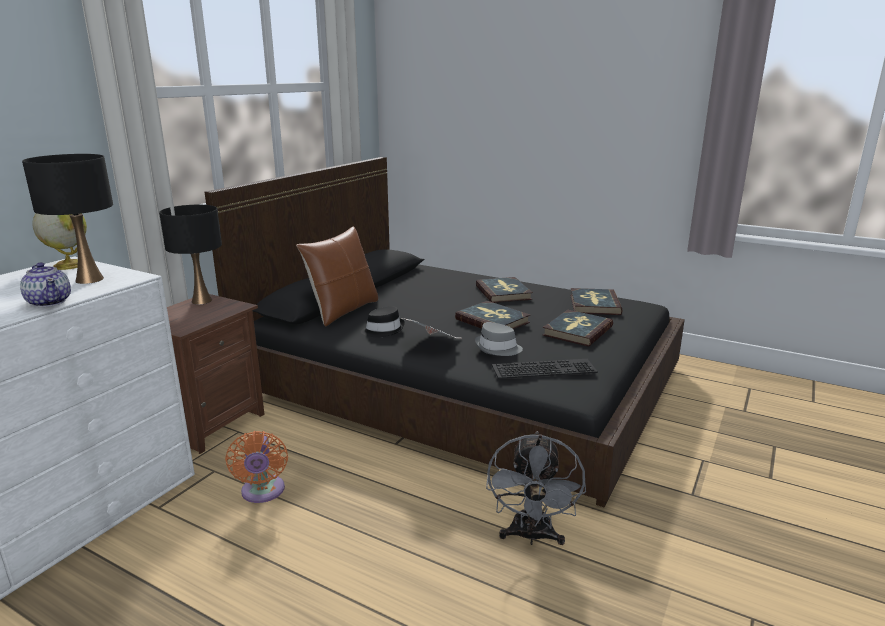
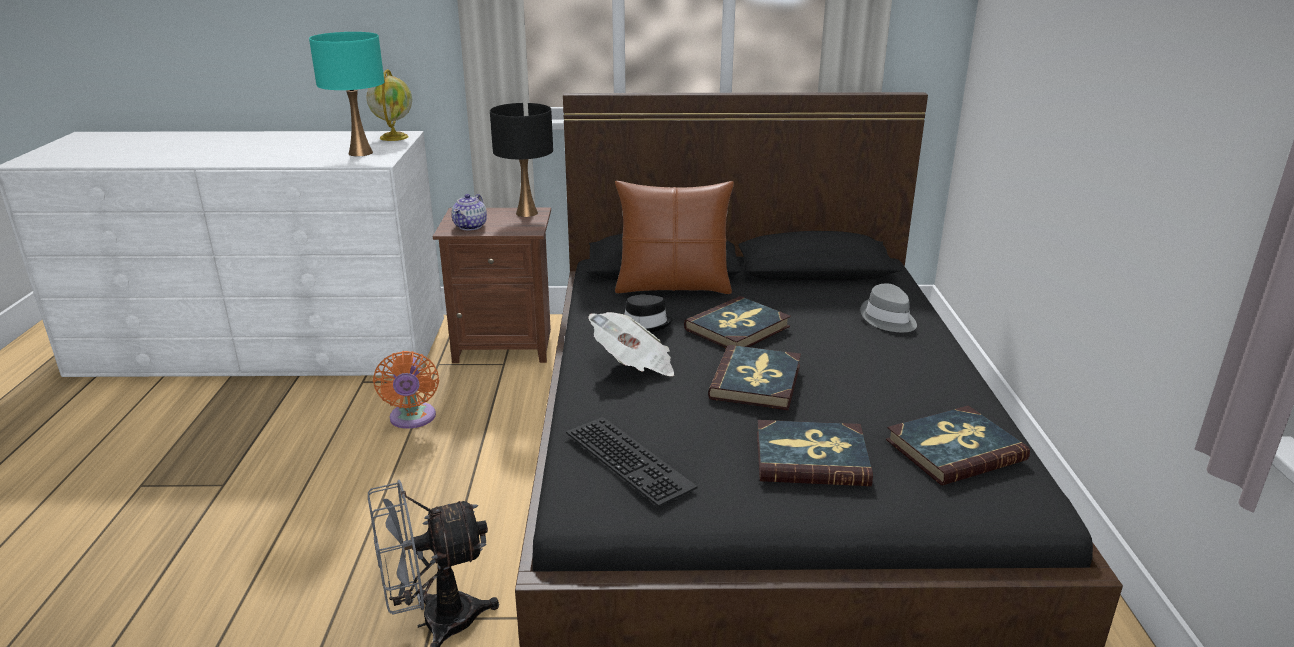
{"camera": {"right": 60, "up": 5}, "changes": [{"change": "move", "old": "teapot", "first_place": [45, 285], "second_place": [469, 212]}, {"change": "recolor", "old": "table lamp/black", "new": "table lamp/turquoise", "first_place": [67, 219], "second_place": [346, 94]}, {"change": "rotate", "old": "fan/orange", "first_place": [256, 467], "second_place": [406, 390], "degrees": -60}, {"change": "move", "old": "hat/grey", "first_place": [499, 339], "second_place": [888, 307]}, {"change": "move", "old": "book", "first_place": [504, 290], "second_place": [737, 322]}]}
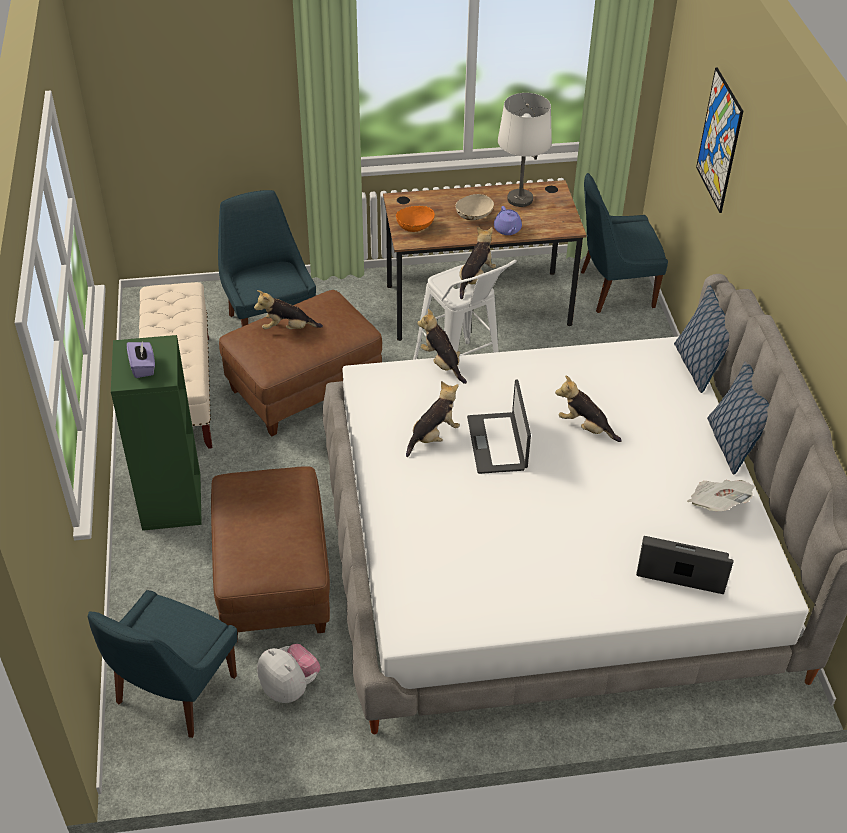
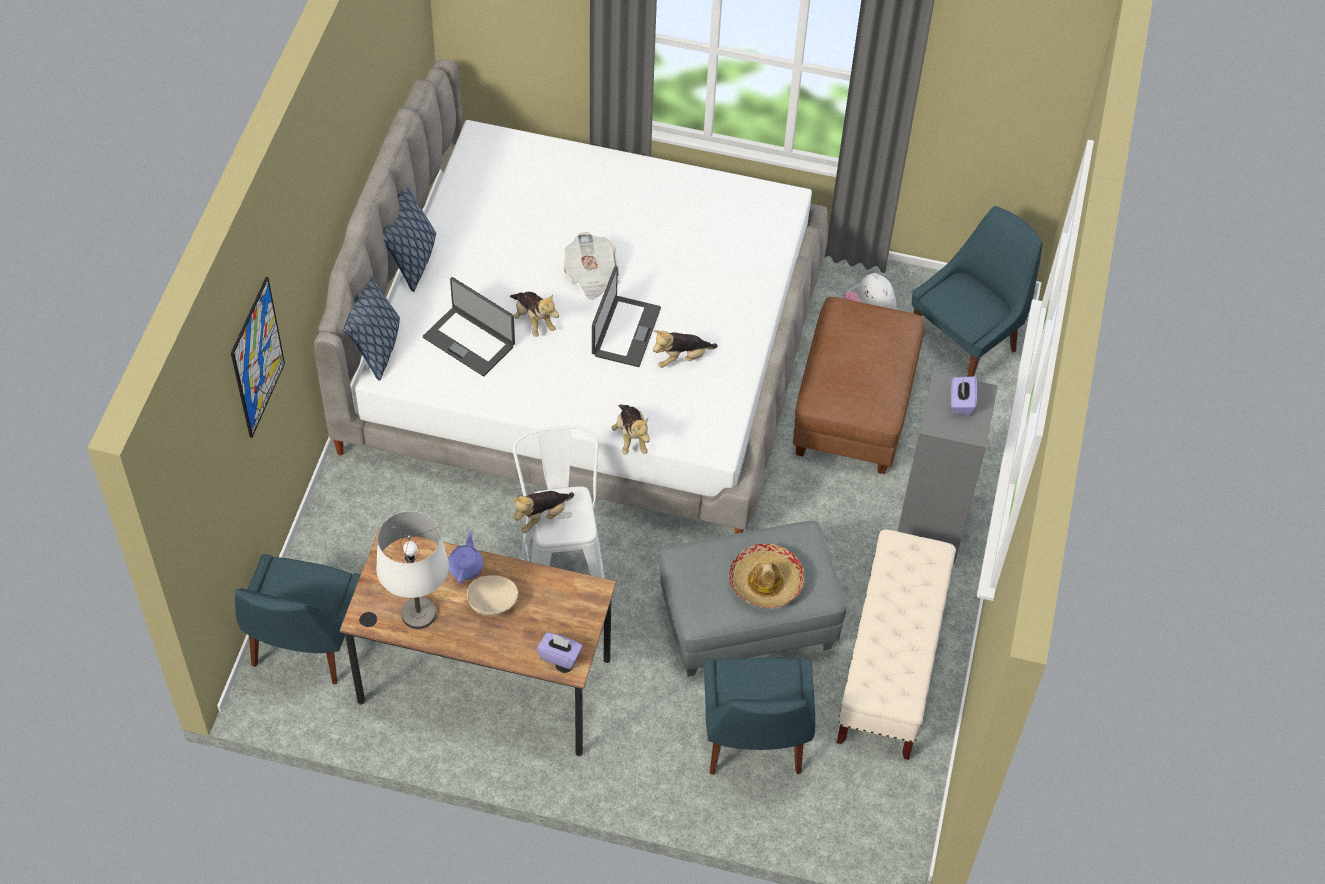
{"camera": {"right": -160, "up": 10}, "changes": [{"change": "recolor", "old": "bookcase/green", "new": "bookcase/grey", "first_place": [156, 433], "second_place": [947, 468]}, {"change": "recolor", "old": "ottoman/brown", "new": "ottoman/grey", "first_place": [300, 363], "second_place": [752, 598]}, {"change": "replace", "old": "plush toy", "new": "hat", "first_place": [288, 309], "second_place": [767, 576]}, {"change": "delete", "old": "bowl/orange", "first_place": [415, 219]}, {"change": "rotate", "old": "chair/blue", "first_place": [624, 243], "second_place": [298, 619], "degrees": 90}, {"change": "move", "old": "laptop", "first_place": [685, 565], "second_place": [469, 326]}, {"change": "move", "old": "newspaper", "first_place": [721, 495], "second_place": [591, 266]}, {"change": "insert", "new": "tissue box/purple", "second_place": [560, 650]}]}
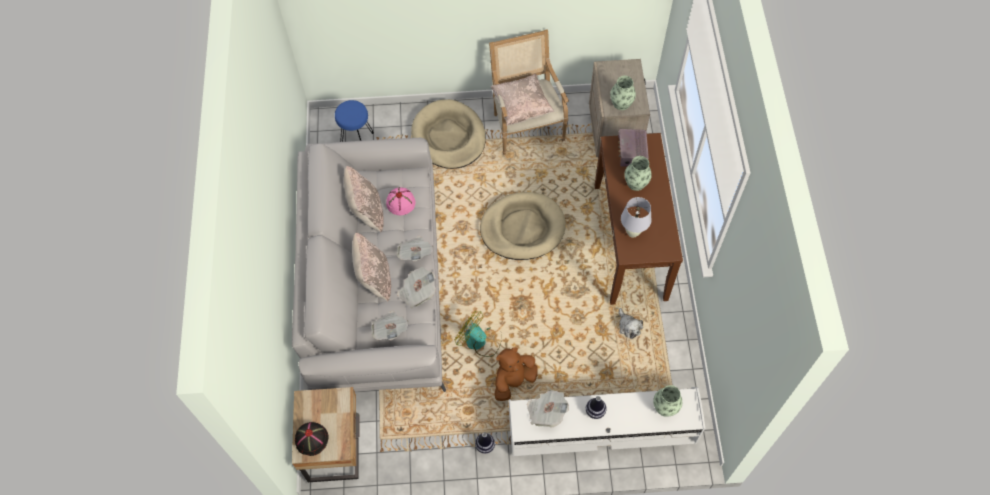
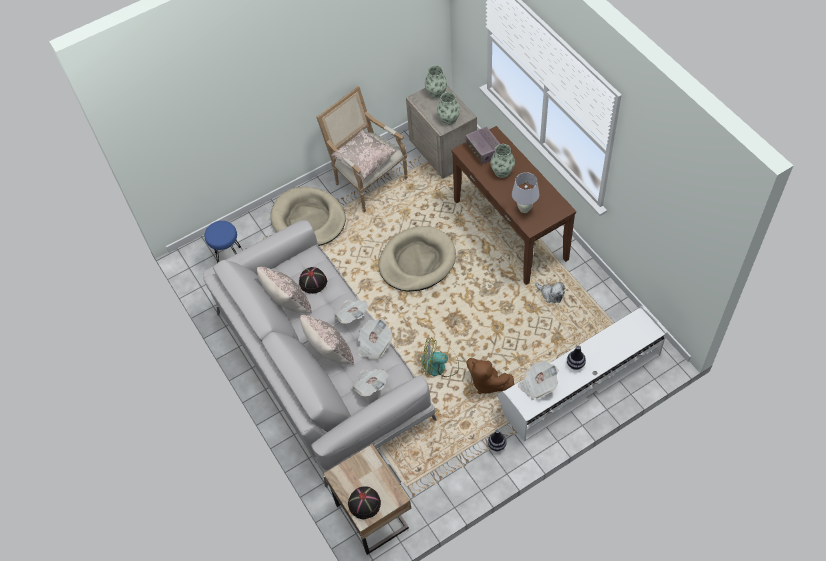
{"camera": {"right": -25, "up": -5}, "changes": [{"change": "recolor", "old": "hat/pink", "new": "hat/black", "first_place": [400, 201], "second_place": [313, 280]}, {"change": "rotate", "old": "plush toy/brown", "first_place": [516, 374], "second_place": [490, 376], "degrees": -75}, {"change": "move", "old": "vase", "first_place": [667, 401], "second_place": [436, 81]}]}
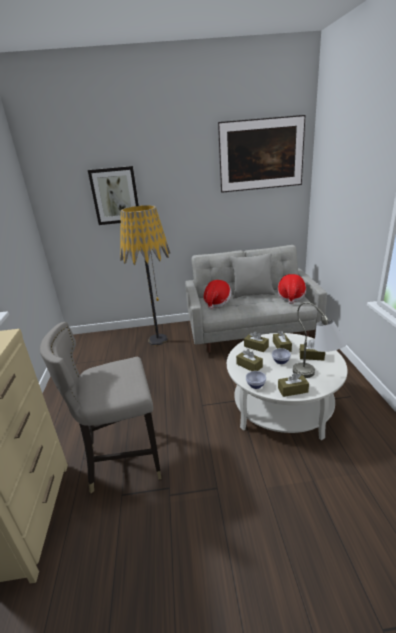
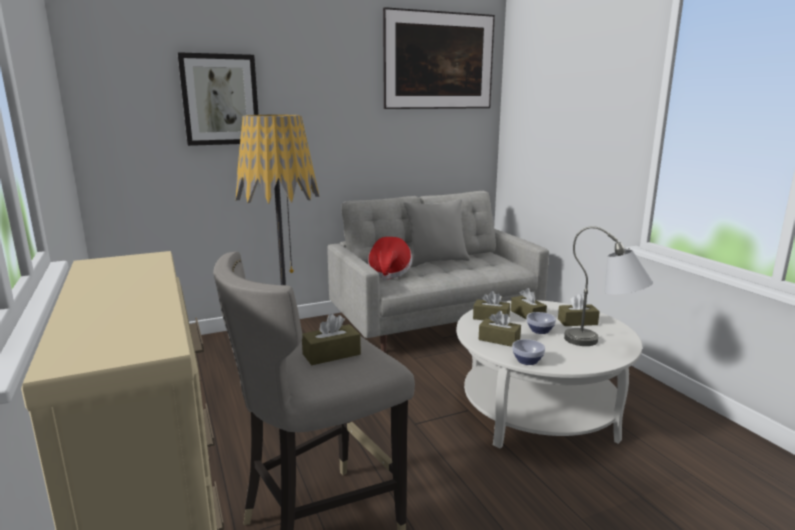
{"camera": {"right": -20, "up": -10}, "changes": [{"change": "delete", "old": "hat", "first_place": [291, 289]}, {"change": "move", "old": "tissue box/brown", "first_place": [293, 385], "second_place": [331, 339]}]}
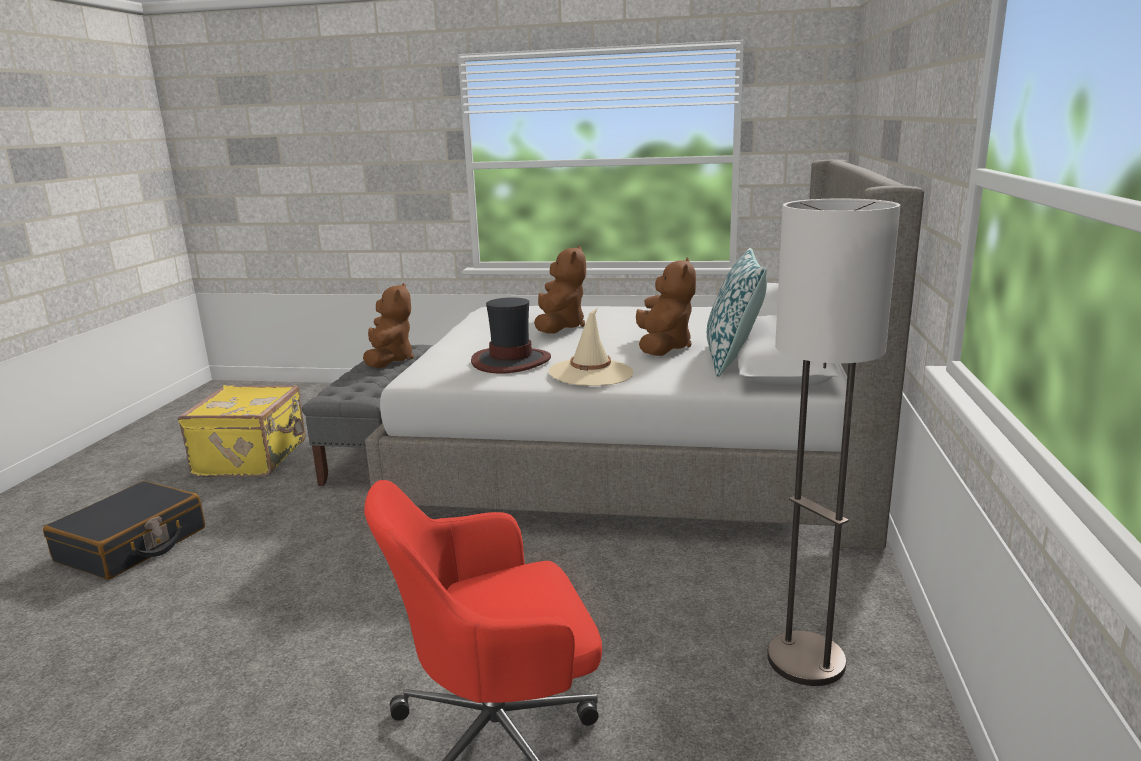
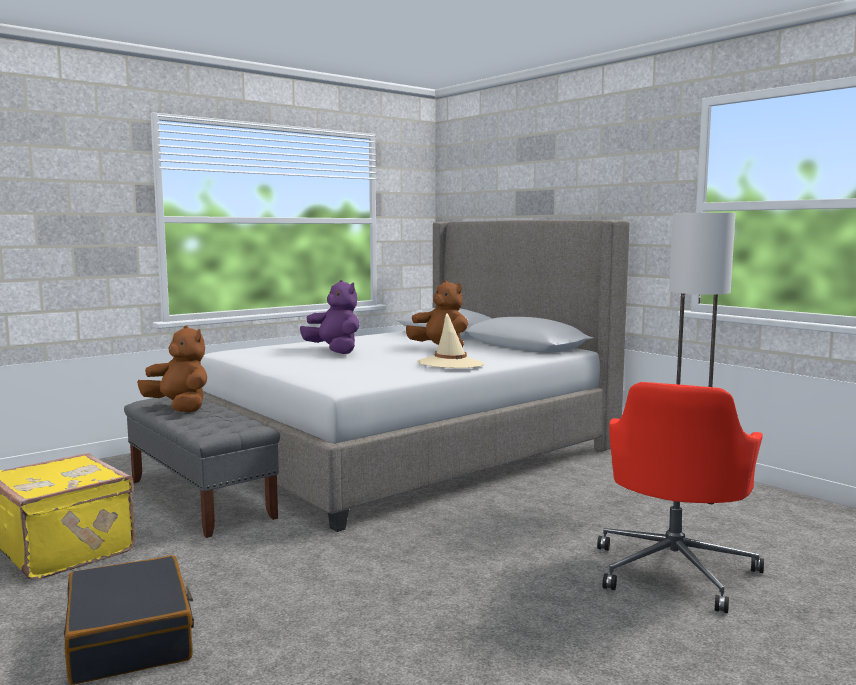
{"camera": {"right": -50, "up": -10}, "changes": [{"change": "delete", "old": "hat", "first_place": [511, 335]}, {"change": "recolor", "old": "plush toy/brown", "new": "plush toy/purple", "first_place": [560, 289], "second_place": [329, 317]}, {"change": "delete", "old": "pillow", "first_place": [737, 312]}]}
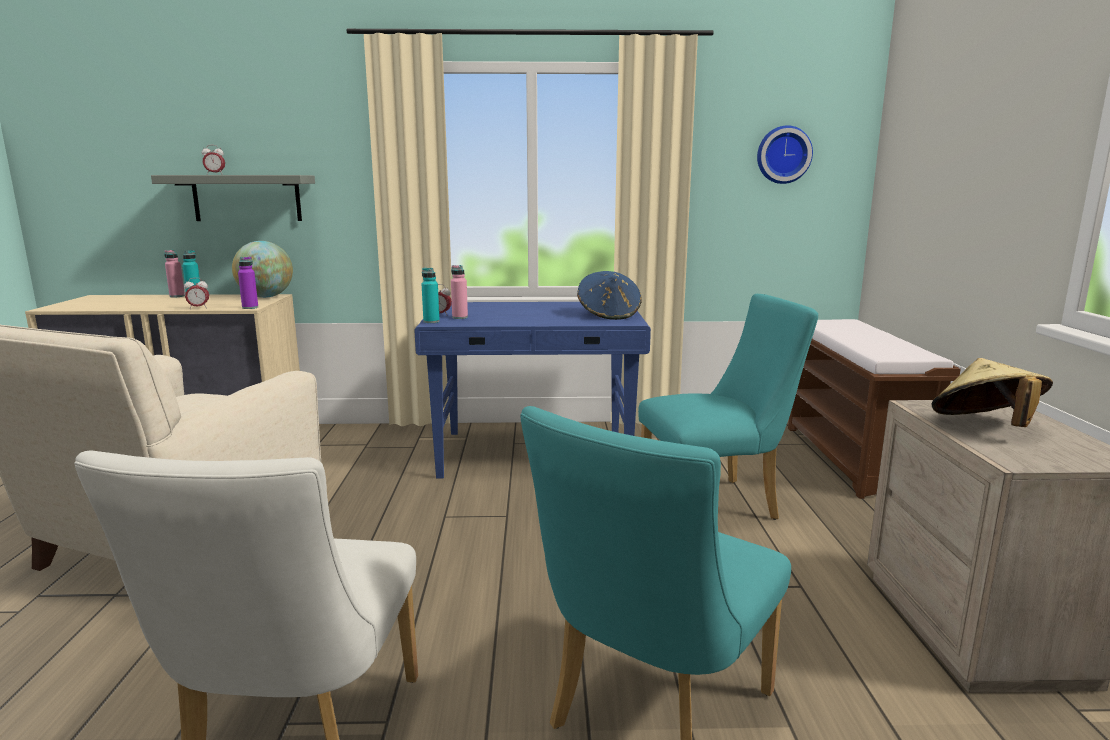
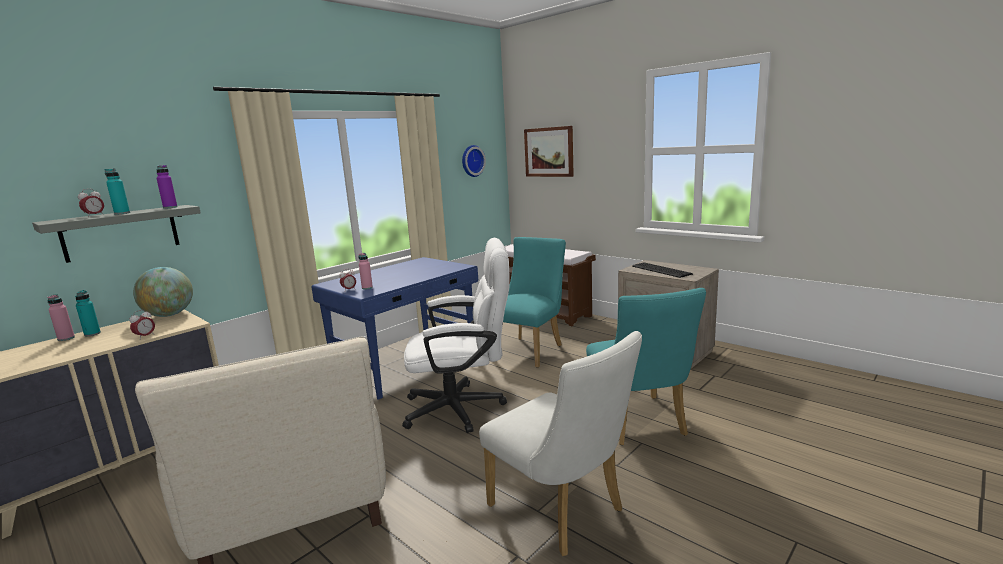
{"camera": {"right": -45, "up": 0}, "changes": [{"change": "move", "old": "bottle/purple", "first_place": [248, 283], "second_place": [166, 187]}, {"change": "move", "old": "bottle/turquoise", "first_place": [431, 295], "second_place": [117, 191]}, {"change": "delete", "old": "hat/blue", "first_place": [609, 295]}, {"change": "replace", "old": "hat/beige", "new": "keyboard", "first_place": [992, 392], "second_place": [662, 270]}, {"change": "insert", "new": "office chair/white", "second_place": [456, 335]}, {"change": "insert", "new": "picture", "second_place": [549, 151]}]}
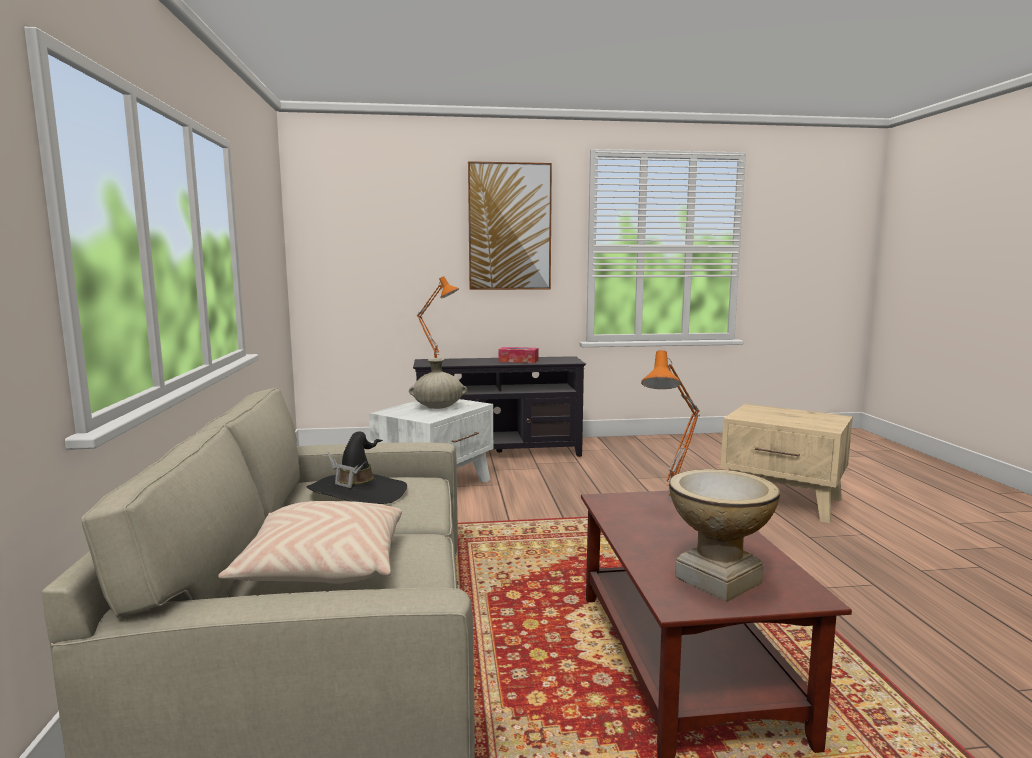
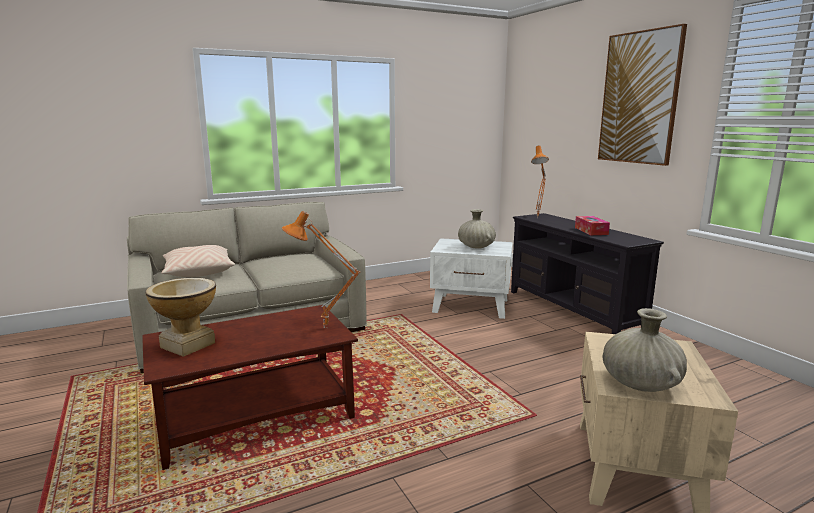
{"camera": {"right": 70, "up": 5}, "changes": [{"change": "delete", "old": "hat/black", "first_place": [356, 467]}, {"change": "insert", "new": "vase/beige", "second_place": [645, 350]}]}
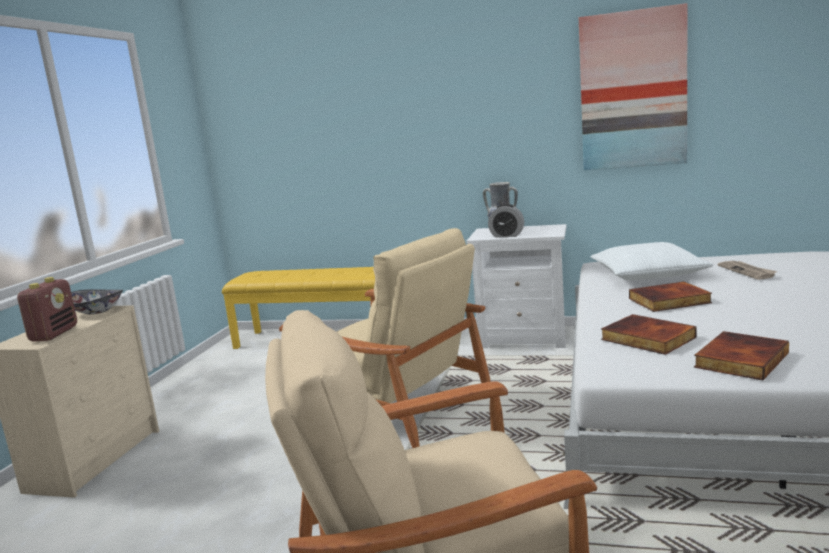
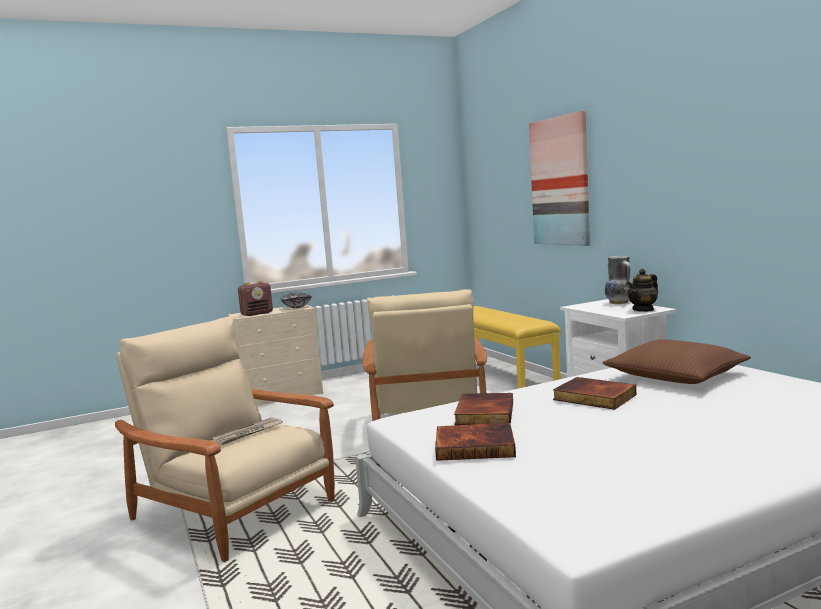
{"camera": {"right": 50, "up": -5}, "changes": [{"change": "delete", "old": "alarm clock", "first_place": [506, 220]}, {"change": "move", "old": "picture", "first_place": [633, 86], "second_place": [559, 178]}, {"change": "recolor", "old": "pillow/white", "new": "pillow/brown", "first_place": [652, 261], "second_place": [677, 361]}, {"change": "move", "old": "newspaper", "first_place": [747, 270], "second_place": [247, 431]}, {"change": "insert", "new": "teapot", "second_place": [642, 290]}]}
